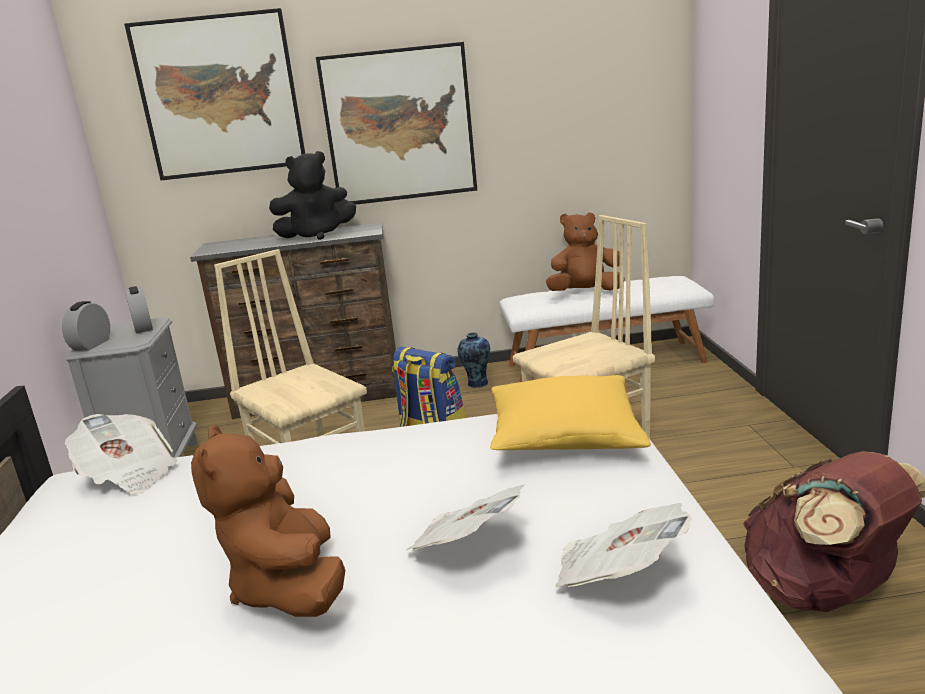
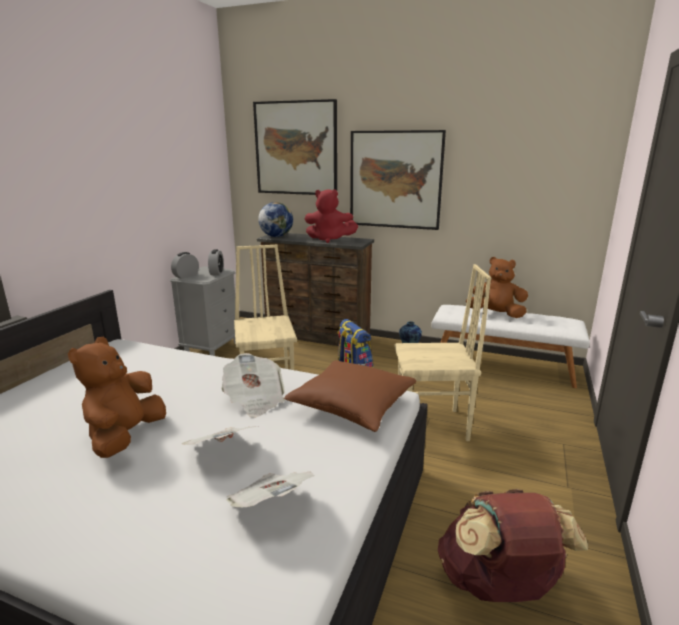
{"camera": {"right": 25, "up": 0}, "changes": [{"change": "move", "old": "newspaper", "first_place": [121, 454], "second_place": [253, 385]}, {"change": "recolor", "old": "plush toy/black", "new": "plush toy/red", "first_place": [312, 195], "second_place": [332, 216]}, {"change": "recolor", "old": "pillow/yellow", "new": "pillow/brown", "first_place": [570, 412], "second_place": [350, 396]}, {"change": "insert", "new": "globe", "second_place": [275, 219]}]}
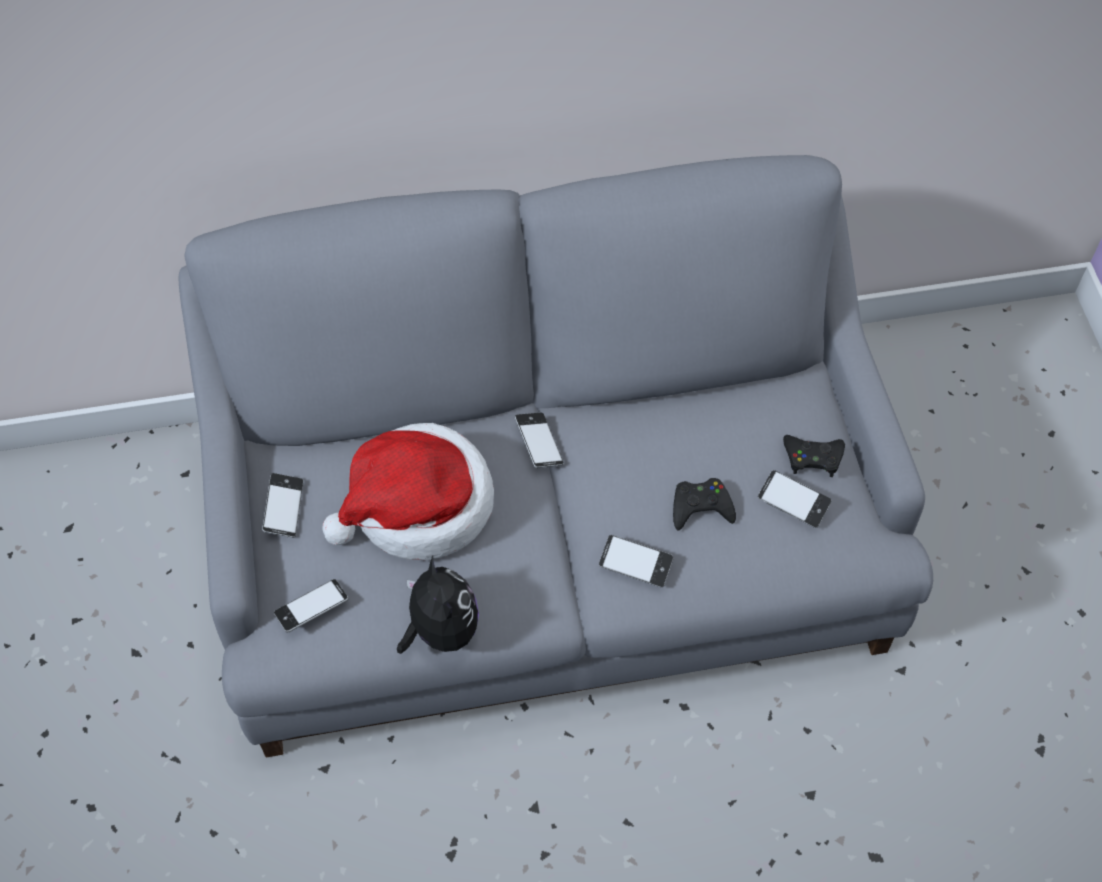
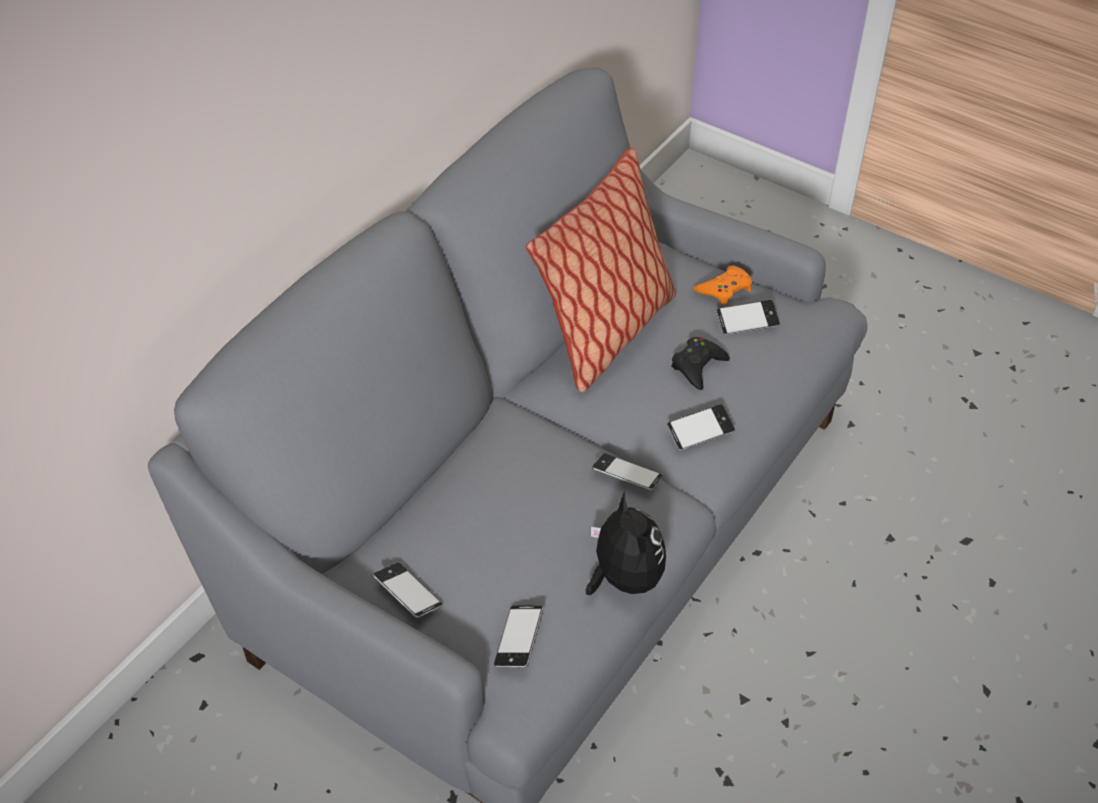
{"camera": {"right": -45, "up": -10}, "changes": [{"change": "delete", "old": "hat", "first_place": [408, 491]}, {"change": "rotate", "old": "plush toy", "first_place": [438, 605], "second_place": [626, 544], "degrees": 45}, {"change": "move", "old": "phone", "first_place": [539, 440], "second_place": [627, 472]}, {"change": "recolor", "old": "game controller/black", "new": "game controller/orange", "first_place": [814, 456], "second_place": [722, 286]}, {"change": "insert", "new": "pillow", "second_place": [601, 270]}]}
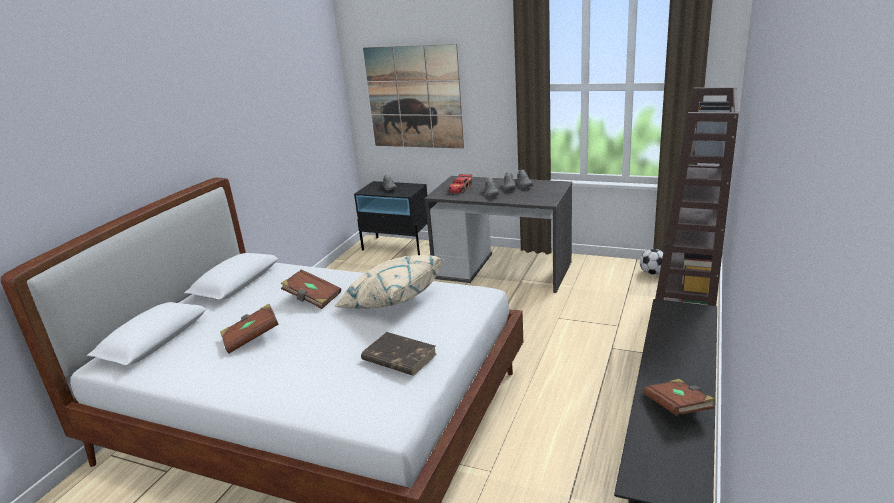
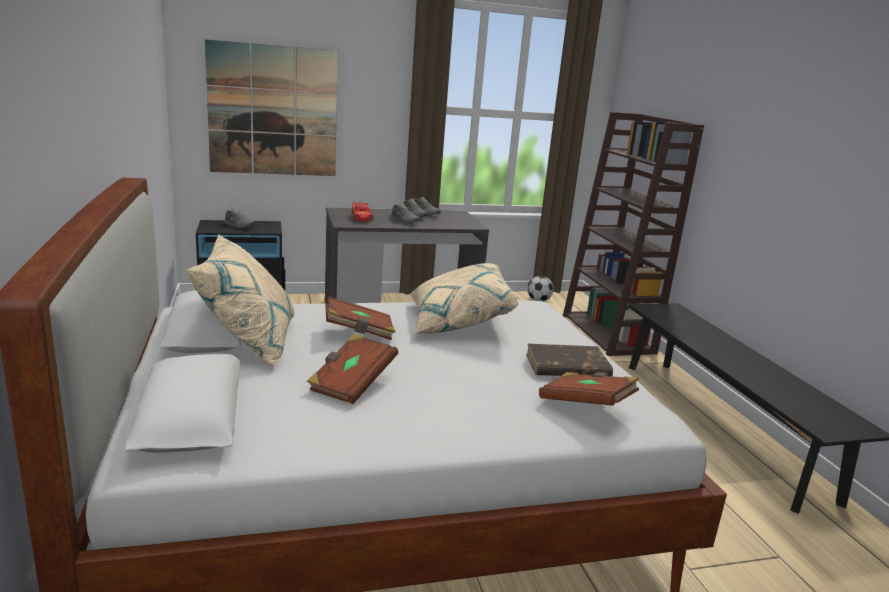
{"camera": {"right": -40, "up": -5}, "changes": [{"change": "move", "old": "book/brown", "first_place": [678, 397], "second_place": [589, 389]}, {"change": "insert", "new": "pillow/beige", "second_place": [240, 300]}]}
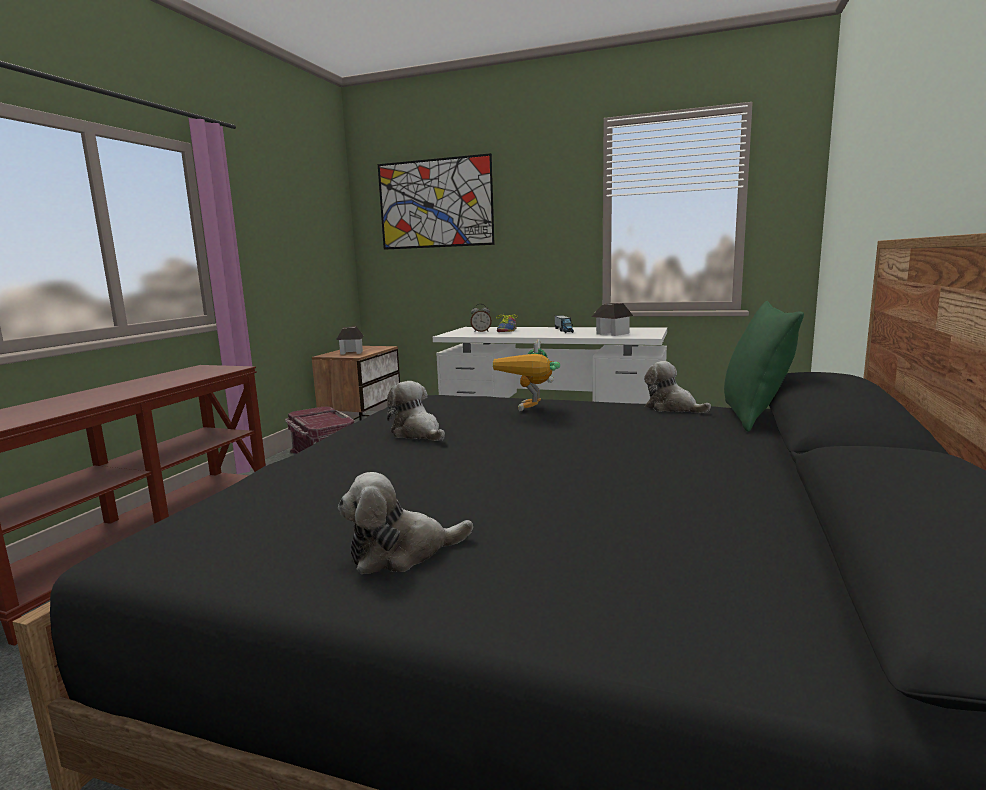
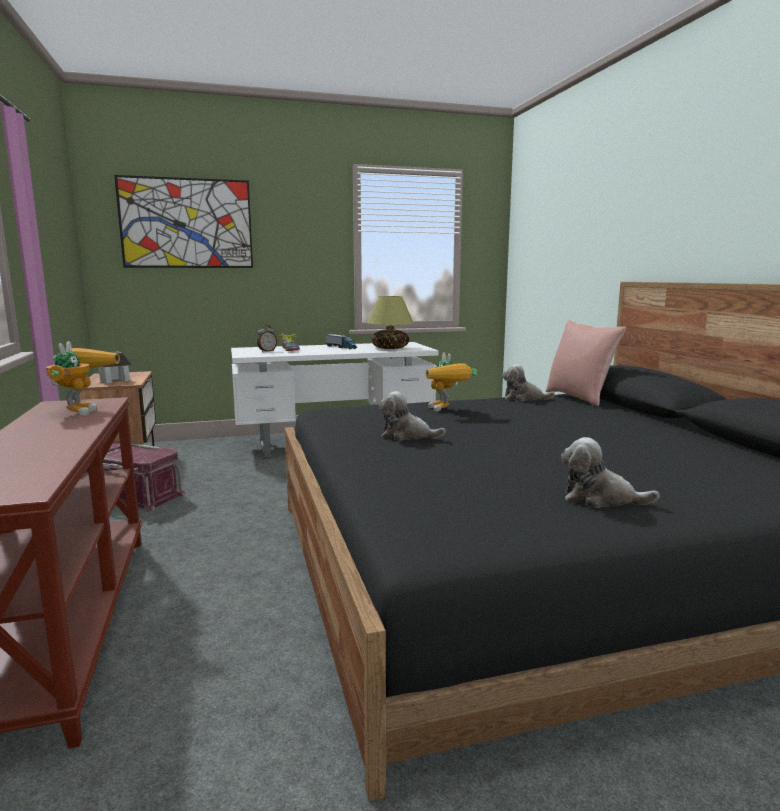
{"camera": {"right": -35, "up": 0}, "changes": [{"change": "rotate", "old": "plush toy", "first_place": [405, 523], "second_place": [610, 472], "degrees": 75}, {"change": "replace", "old": "toy house", "new": "table lamp", "first_place": [612, 319], "second_place": [390, 322]}, {"change": "recolor", "old": "pillow/green", "new": "pillow/pink", "first_place": [764, 366], "second_place": [586, 363]}, {"change": "insert", "new": "toy robot", "second_place": [83, 378]}]}
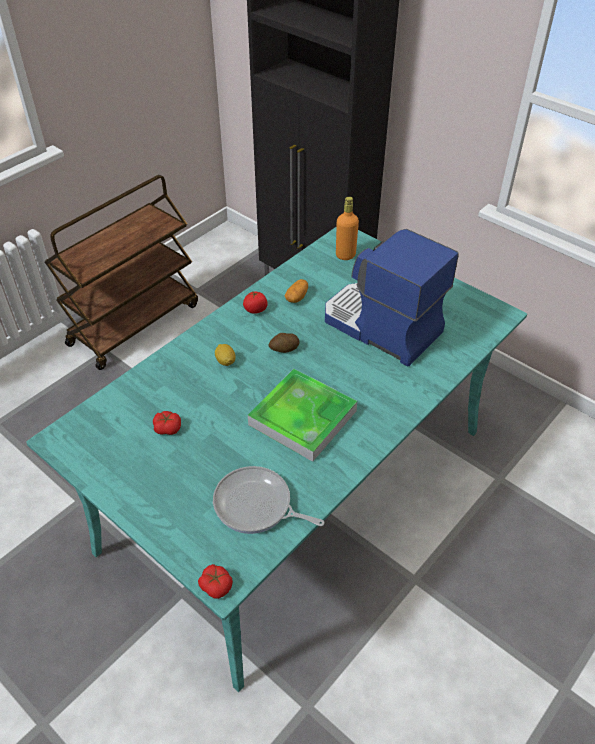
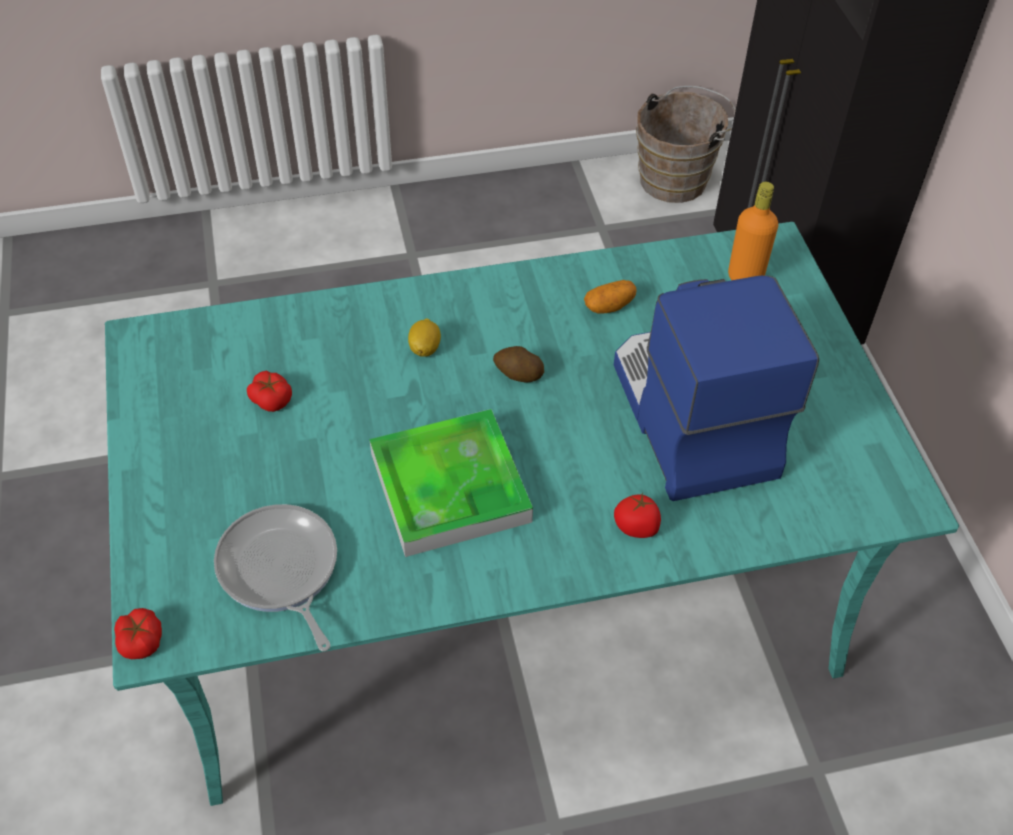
{"camera": {"right": 35, "up": 5}, "changes": [{"change": "delete", "old": "cart/brown", "first_place": [121, 272]}, {"change": "move", "old": "tomato", "first_place": [255, 302], "second_place": [637, 515]}, {"change": "insert", "new": "bucket/brown", "second_place": [686, 144]}]}
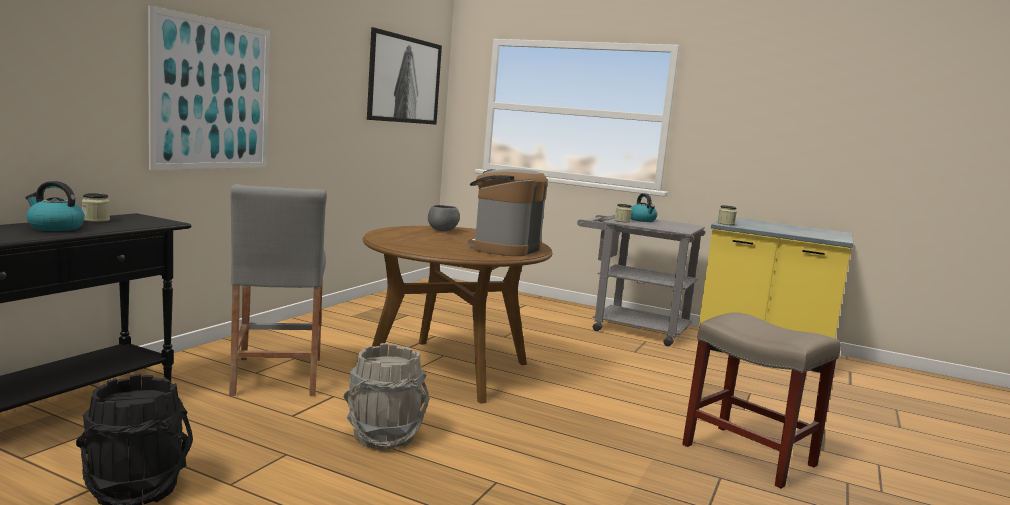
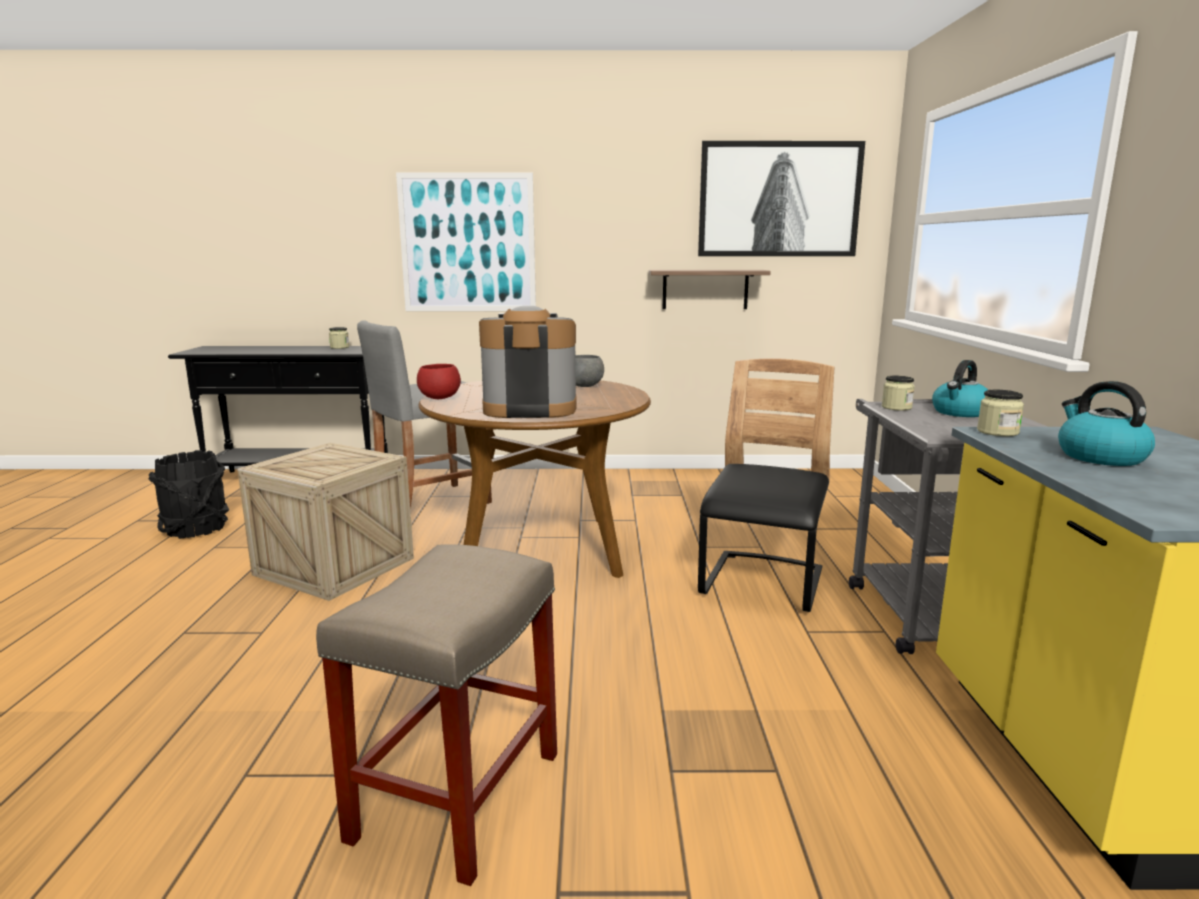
{"camera": {"right": 65, "up": 5}, "changes": [{"change": "move", "old": "kettle", "first_place": [55, 206], "second_place": [1106, 423]}, {"change": "replace", "old": "bucket/grey", "new": "crate", "first_place": [386, 396], "second_place": [325, 522]}, {"change": "insert", "new": "bowl/red", "second_place": [439, 381]}, {"change": "insert", "new": "shelf", "second_place": [710, 289]}, {"change": "insert", "new": "chair/black", "second_place": [766, 485]}]}
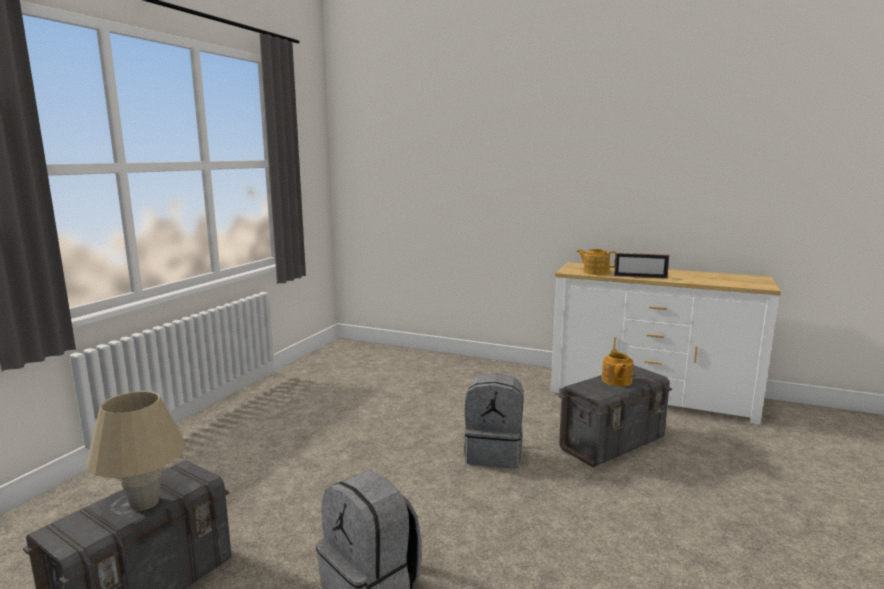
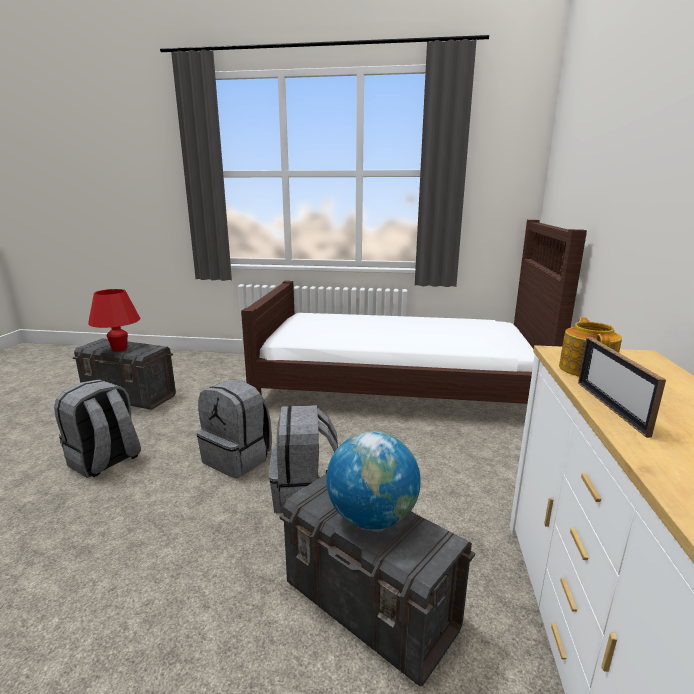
{"camera": {"right": 75, "up": 5}, "changes": [{"change": "recolor", "old": "table lamp/beige", "new": "table lamp/red", "first_place": [136, 451], "second_place": [114, 320]}, {"change": "replace", "old": "teapot", "new": "globe", "first_place": [618, 367], "second_place": [373, 480]}, {"change": "insert", "new": "backpack/grey", "second_place": [234, 428]}, {"change": "insert", "new": "bed/brown", "second_place": [414, 312]}]}
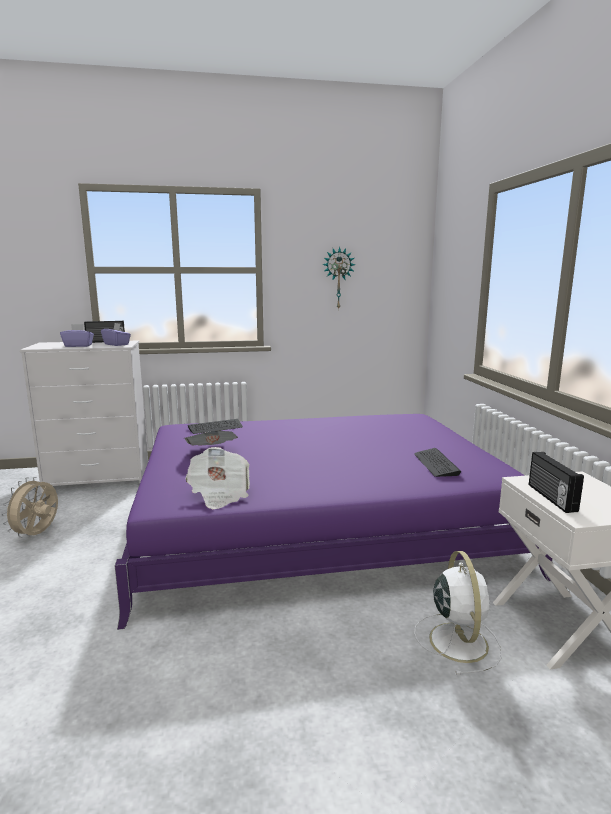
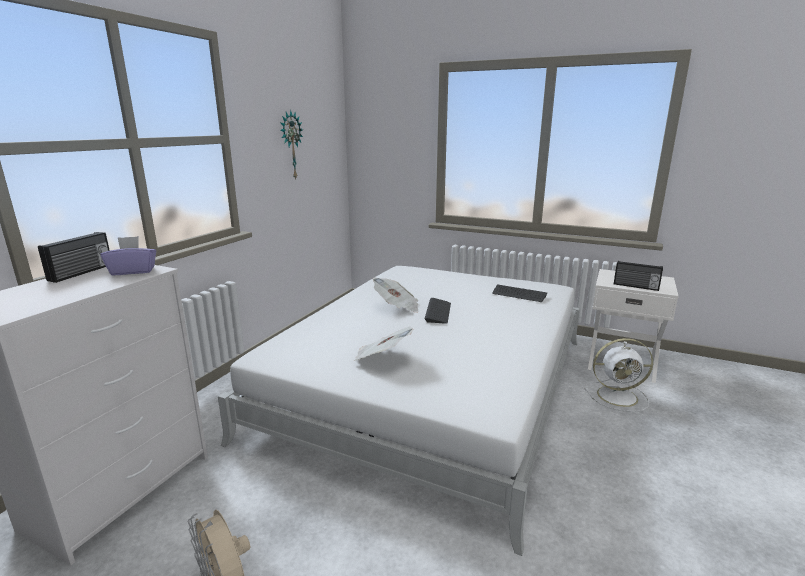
{"camera": {"right": -55, "up": 5}, "changes": [{"change": "delete", "old": "tissue box/purple", "first_place": [77, 335]}, {"change": "recolor", "old": "bed/purple", "new": "bed/white", "first_place": [333, 522], "second_place": [399, 411]}, {"change": "move", "old": "newspaper", "first_place": [218, 478], "second_place": [395, 295]}, {"change": "move", "old": "keyboard", "first_place": [215, 426], "second_place": [437, 311]}, {"change": "rotate", "old": "fan/white", "first_place": [458, 613], "second_place": [619, 375], "degrees": 150}]}
